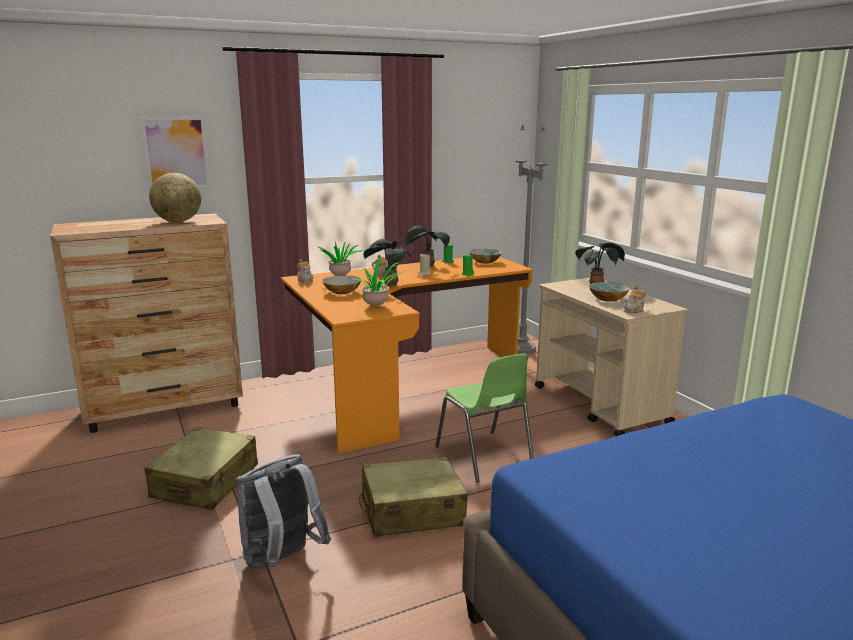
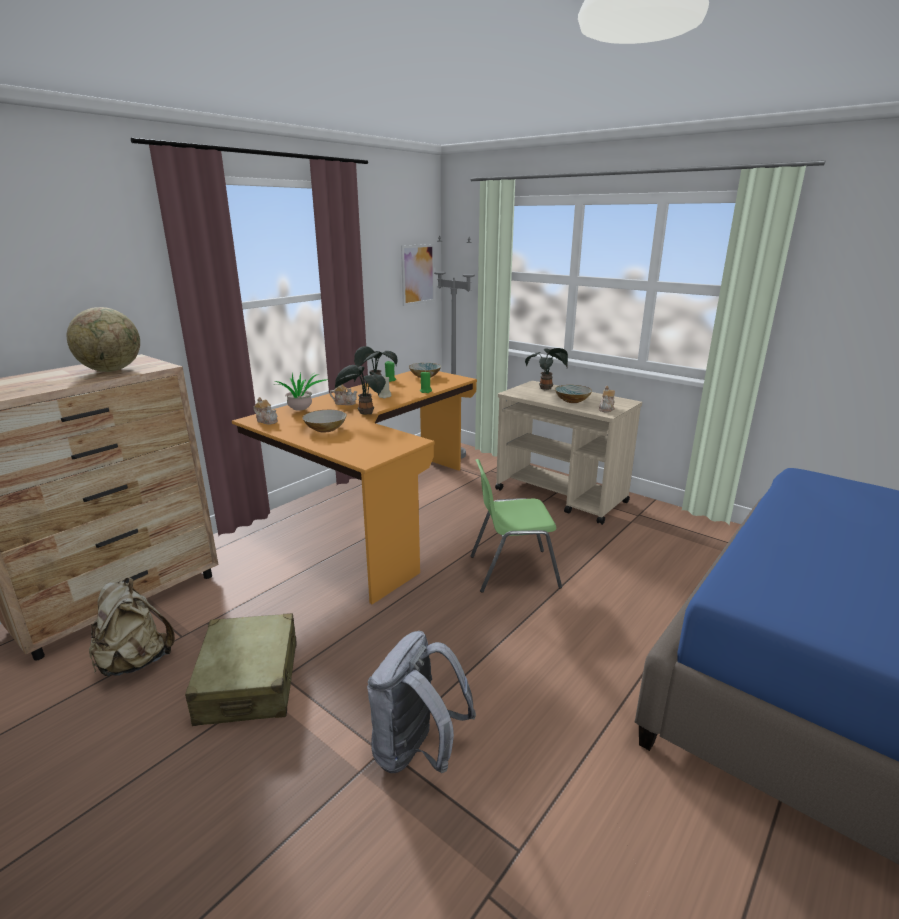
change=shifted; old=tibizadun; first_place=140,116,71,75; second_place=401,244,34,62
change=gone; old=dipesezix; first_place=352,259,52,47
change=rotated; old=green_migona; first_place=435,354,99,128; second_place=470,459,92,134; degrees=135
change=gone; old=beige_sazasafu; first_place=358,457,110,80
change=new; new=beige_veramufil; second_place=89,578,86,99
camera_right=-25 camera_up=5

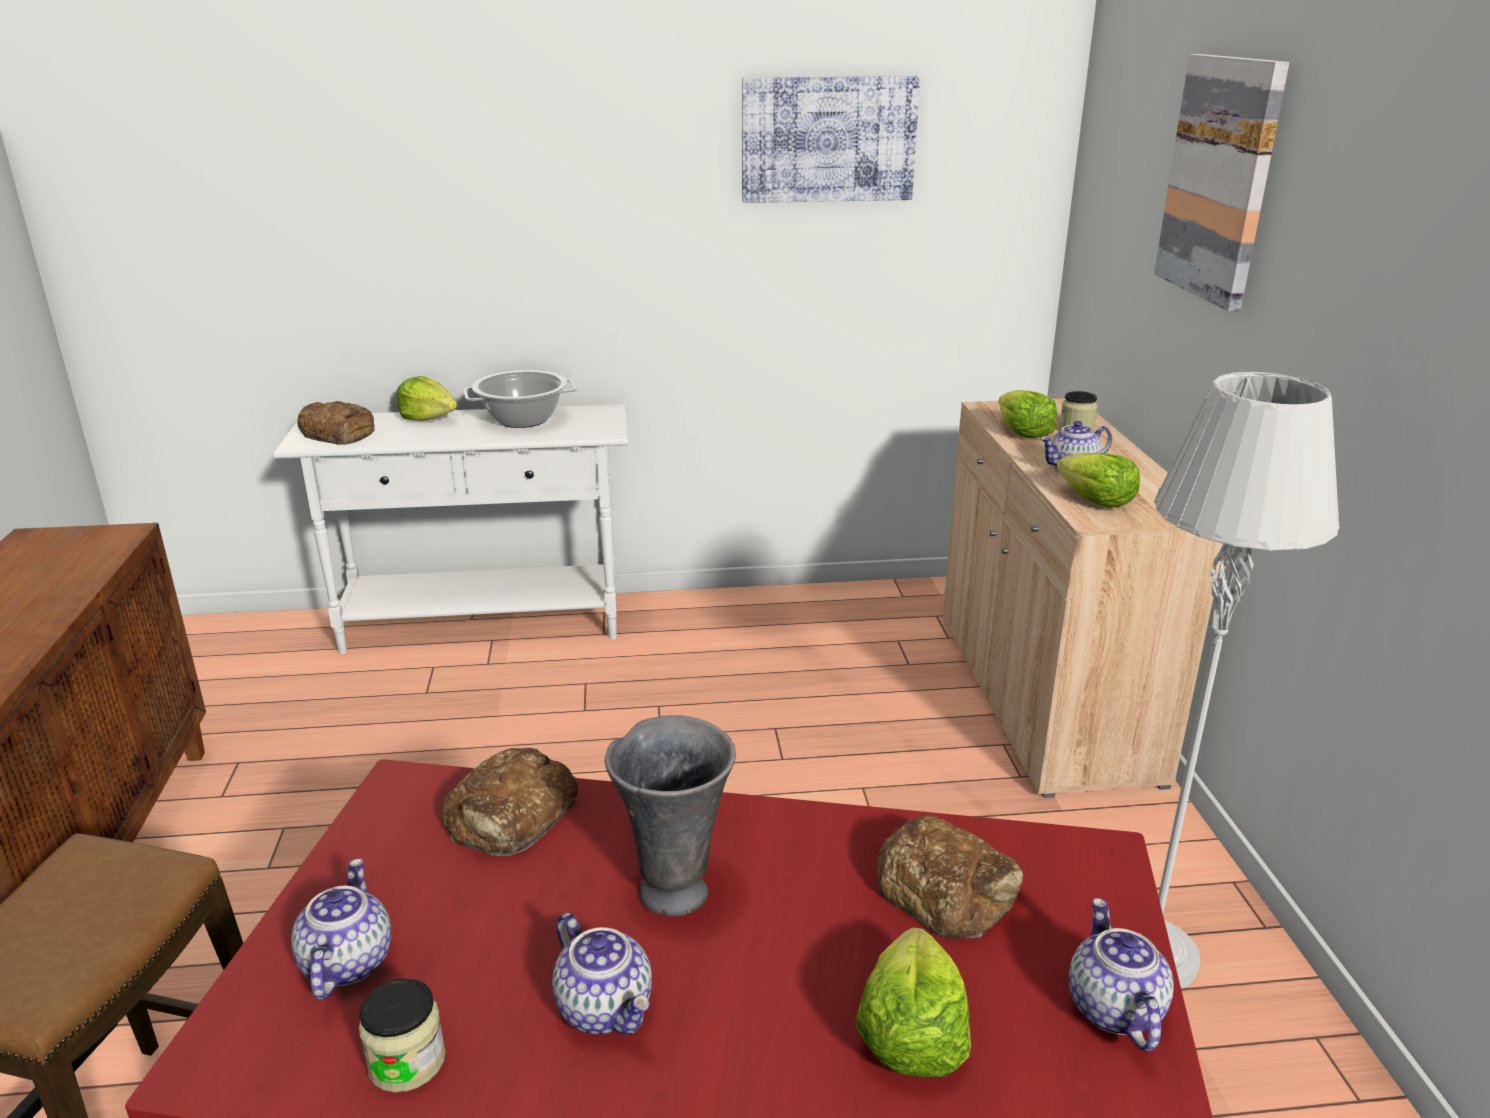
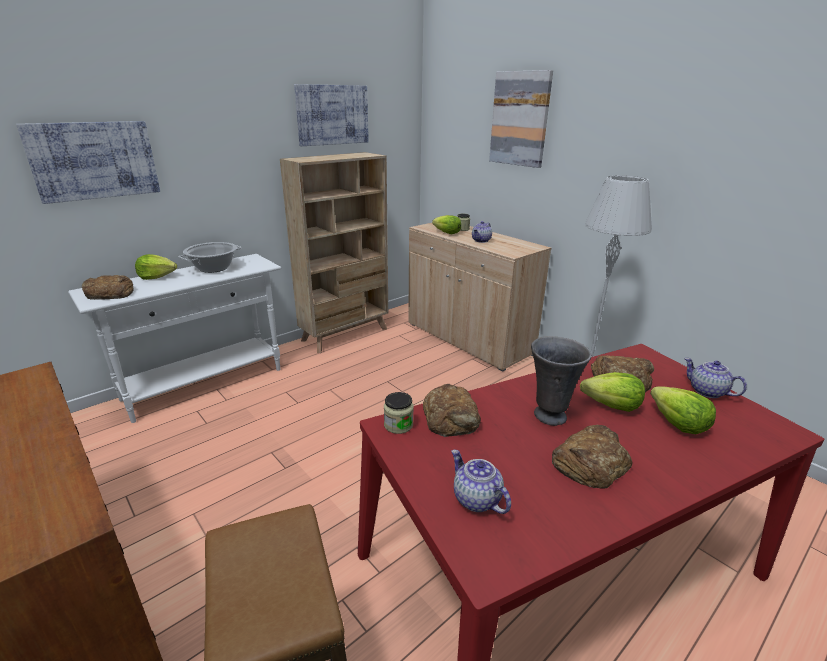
change=shifted; old=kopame; first_place=1056,453,84,55; second_place=580,372,65,40
change=swapped; old=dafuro; new=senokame; first_place=552,913,100,122; second_place=552,425,80,63
change=shifted; old=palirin; first_place=359,979,87,114; second_place=384,392,30,42
change=new; new=tibizadun; second_place=16,121,144,83
change=new; new=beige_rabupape; second_place=280,152,108,201
camera_right=-35 camera_up=0

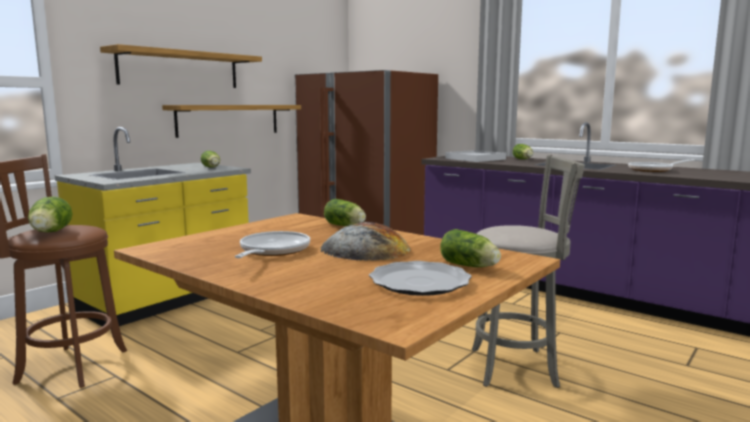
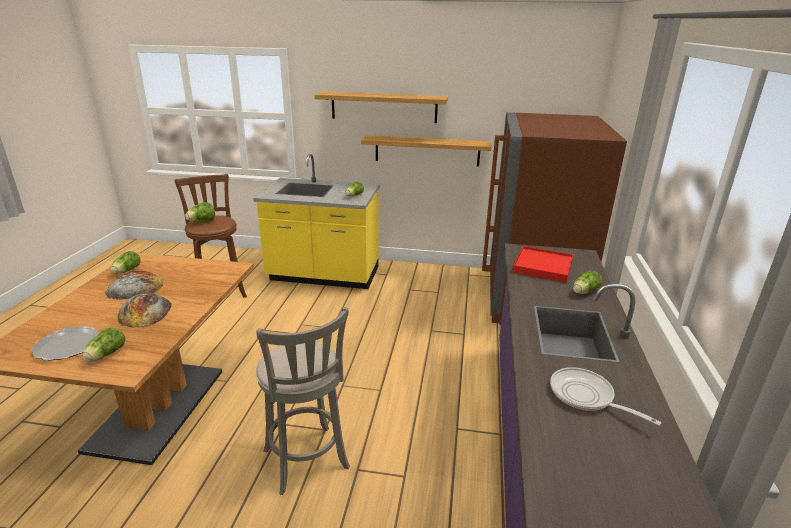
change=repainted; old=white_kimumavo; new=red_kimumavo; first_place=445,150,61,12; second_place=513,246,60,37
change=shifted; old=kopame; first_place=324,199,42,27; second_place=111,251,30,23
change=swapped; old=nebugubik; new=senokame; first_place=235,231,75,27; second_place=105,271,59,29
camera_right=60 camera_up=15

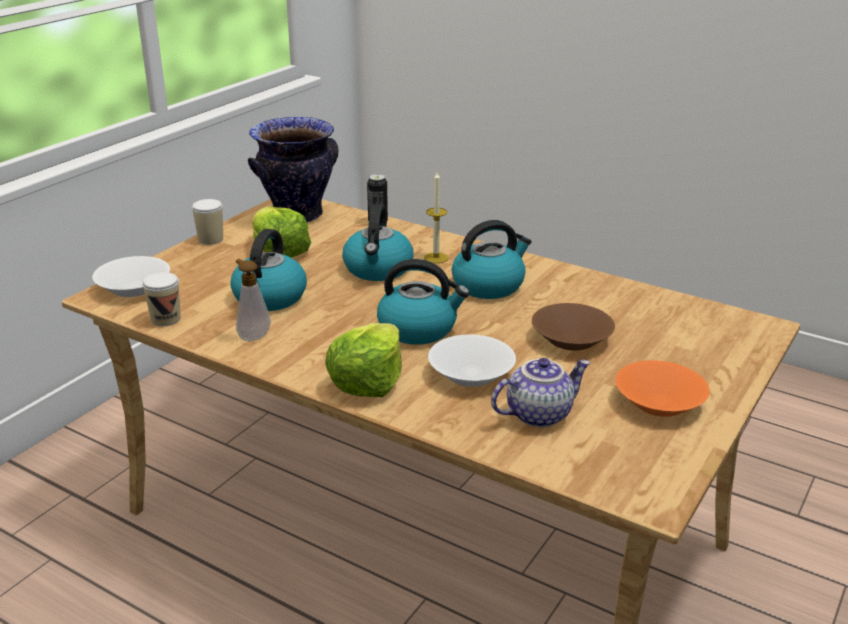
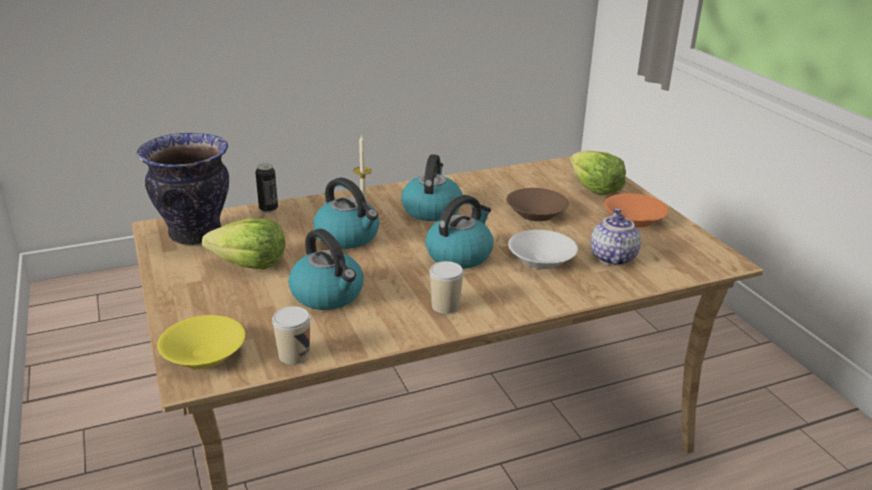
change=shifted; old=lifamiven; first_place=192,199,31,46; second_place=429,261,35,53
change=repainted; old=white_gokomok; new=yellow_gokomok; first_place=92,256,78,41; second_place=157,315,88,54
change=gone; old=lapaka; first_place=236,259,35,82
change=shifted; old=kopame; first_place=325,323,77,74; second_place=570,150,56,45
camera_right=-55 camera_up=0

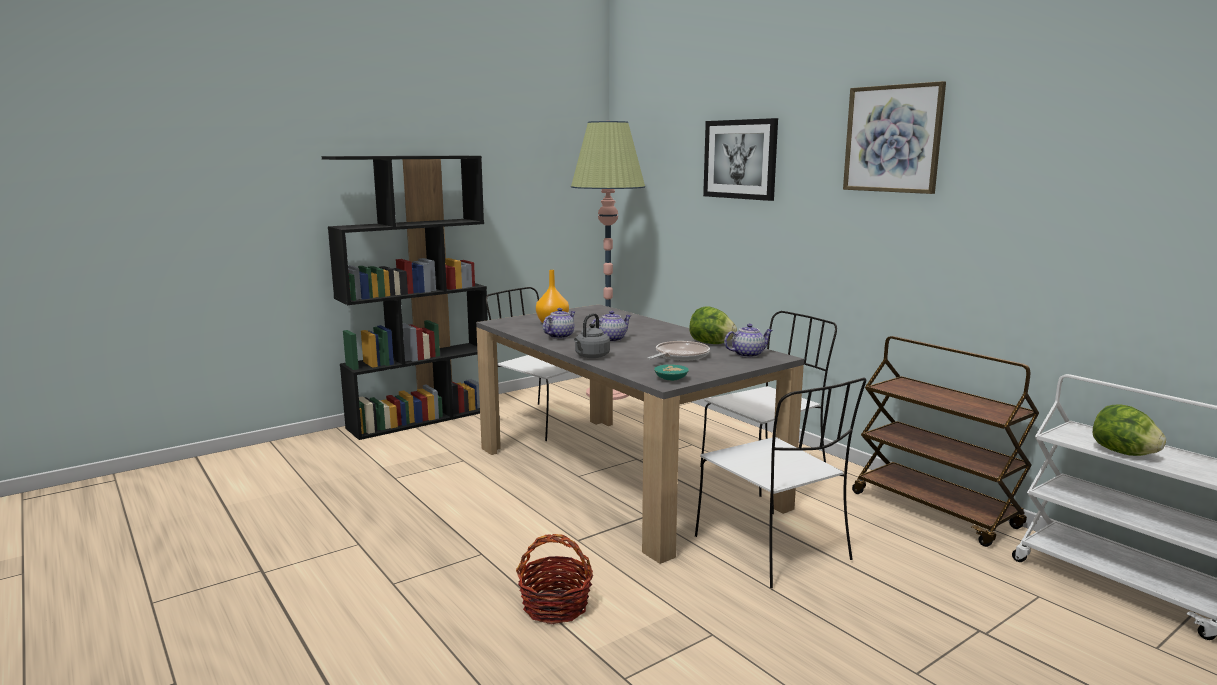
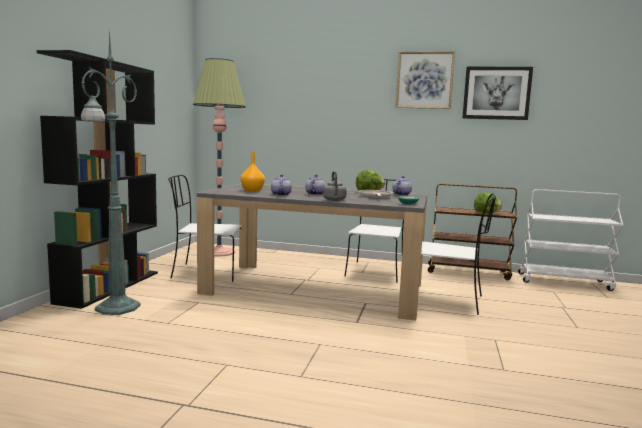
change=shifted; old=tibizadun; first_place=703,118,75,83; second_place=462,67,71,53
change=shifted; old=kopame; first_place=1093,404,73,52; second_place=474,192,28,21
change=gone; old=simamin; first_place=516,534,77,90
change=new; new=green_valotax; second_place=81,30,60,285
camera_right=-40 camera_up=-5

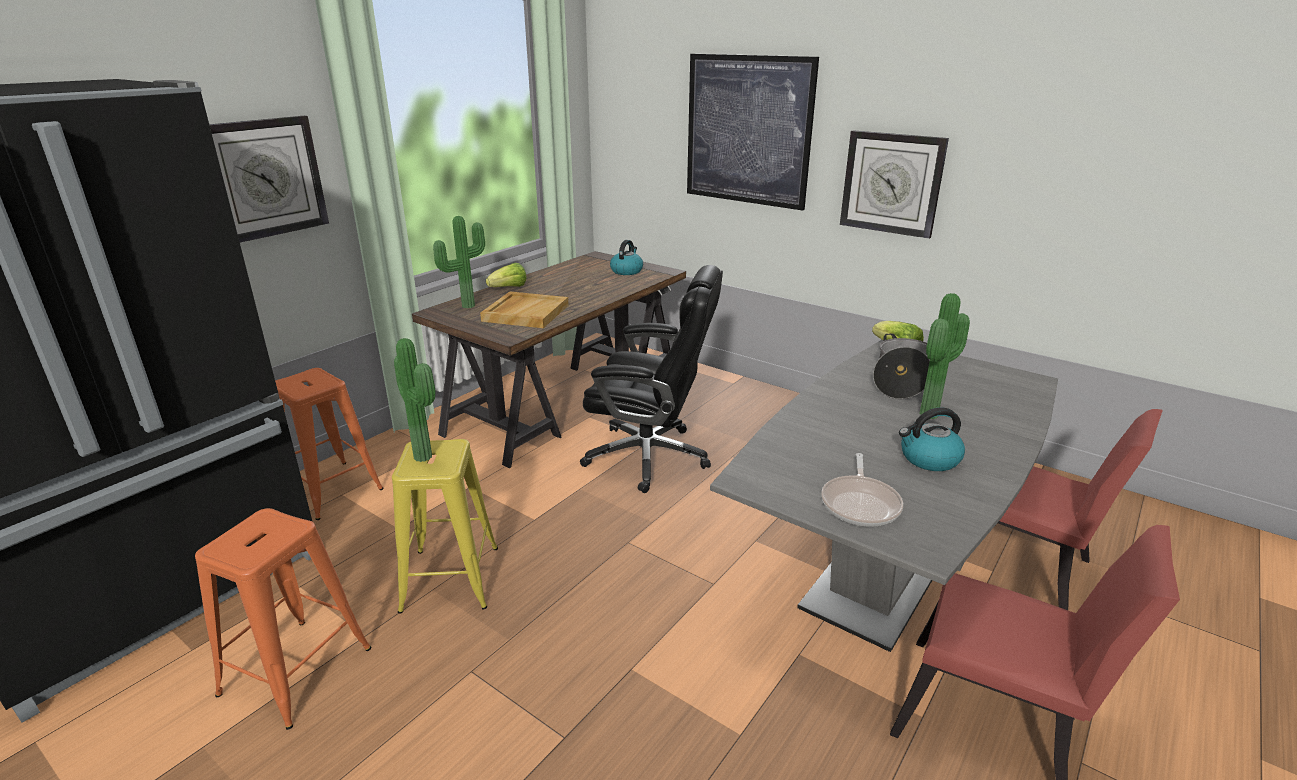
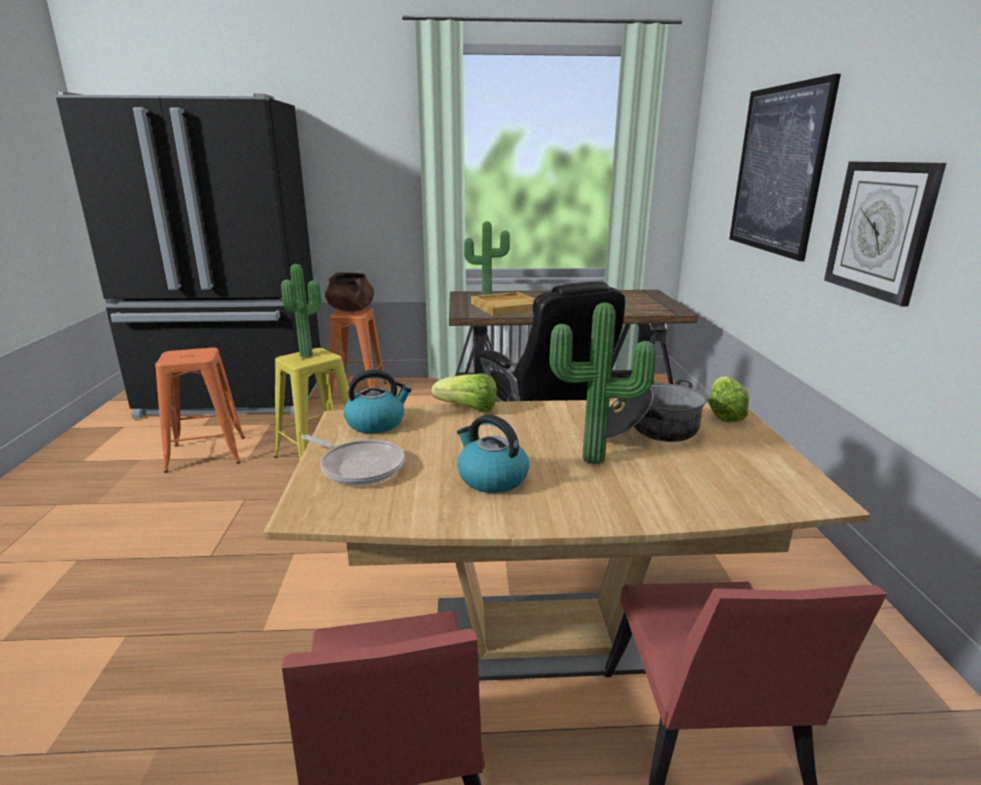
change=gone; old=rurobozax; first_place=209,116,120,127
change=shifted; old=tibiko; first_place=610,240,33,35; second_place=344,370,68,63
change=shifted; old=kopame; first_place=486,263,40,24; second_place=432,374,65,38
change=repainted; old=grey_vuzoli; new=brown_vuzoli; first_place=710,340,348,312; second_place=264,400,606,281
change=rotated; old=nebugubik; first_place=821,453,82,74; second_place=301,435,104,50; degrees=-120
change=new; new=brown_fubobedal; second_place=325,272,49,40
camera_right=50 camera_up=-5

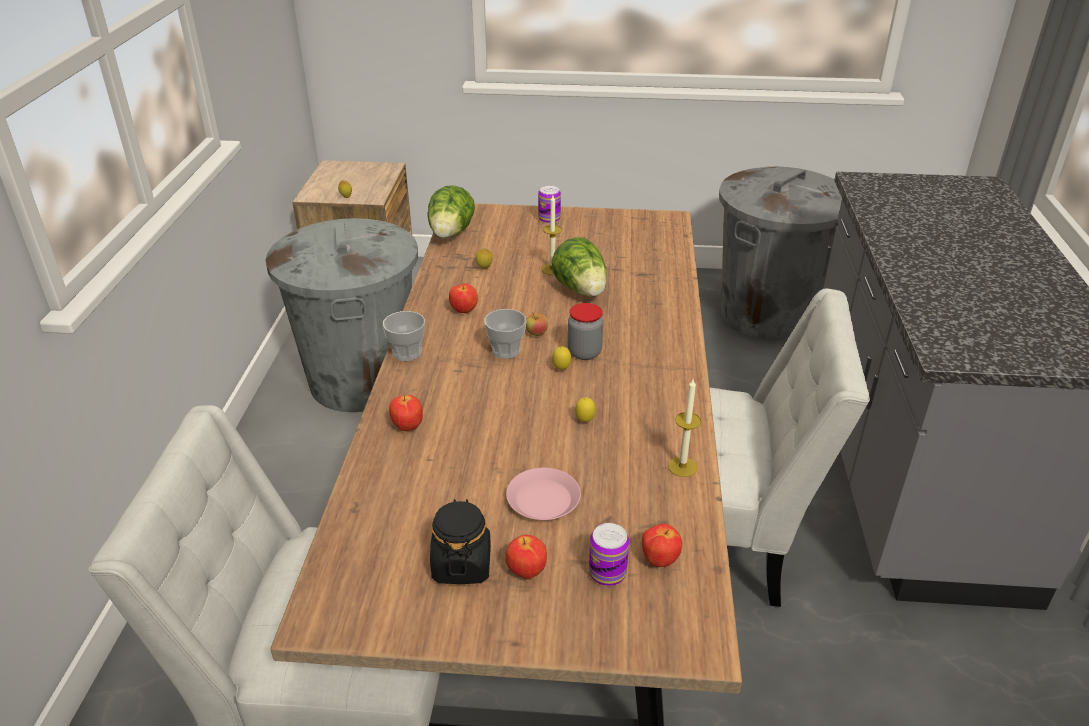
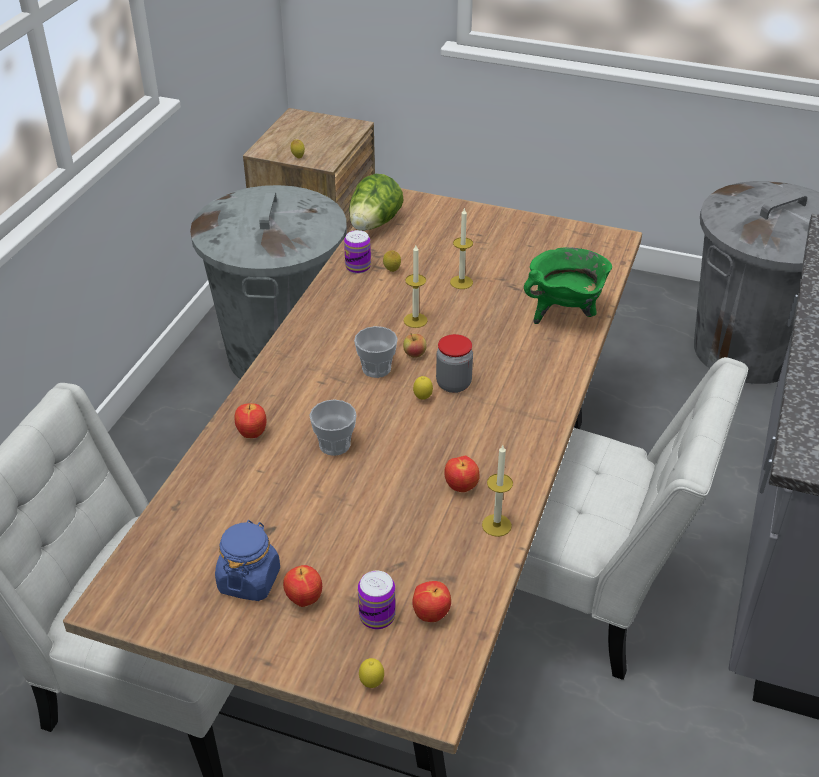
change=shifted; old=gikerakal; first_place=538,186,23,37; second_place=344,230,27,44
change=gone; old=kopame; first_place=552,237,55,59
change=shifted; old=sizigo; first_place=449,283,29,30; second_place=444,455,36,37
change=shifted; old=lifamiven; first_place=383,311,42,50; second_place=309,400,48,56
change=shifted; old=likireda; first_place=575,397,21,25; second_place=359,658,25,30
change=gone; old=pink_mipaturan; first_place=506,468,75,52
change=repainted; old=black_palirin; new=blue_palirin; first_place=430,499,61,85; second_place=215,520,65,81
change=new; new=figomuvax; second_place=403,245,25,83
change=new; new=green_fubobedal; second_place=524,247,88,77
camera_right=15 camera_up=5

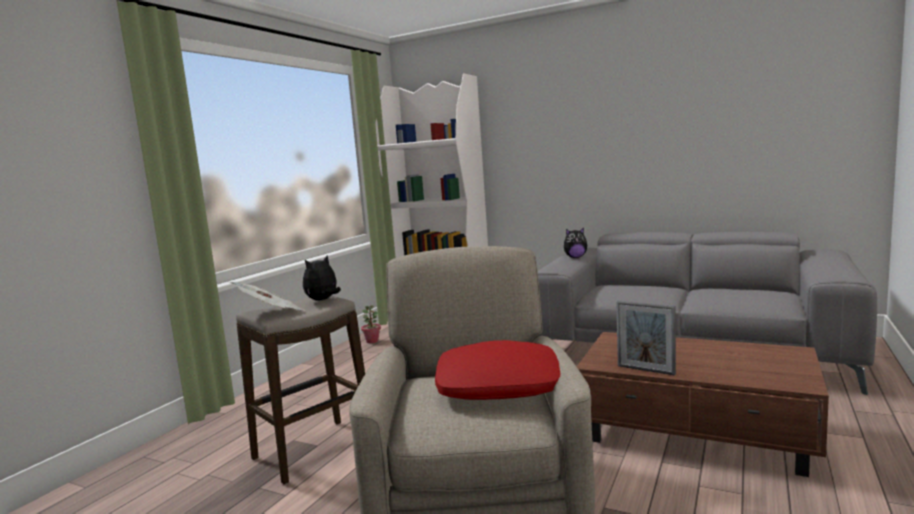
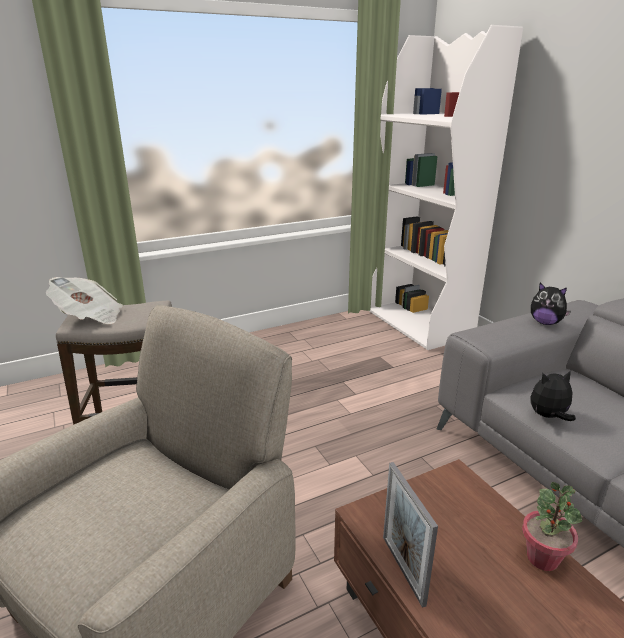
change=shifted; old=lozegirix; first_place=303,255,38,46; second_place=530,370,46,51
change=shifted; old=dipesezix; first_place=361,305,20,38; second_place=522,482,60,89
change=gone; old=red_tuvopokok; first_place=435,340,125,60
camera_right=35 camera_up=15

